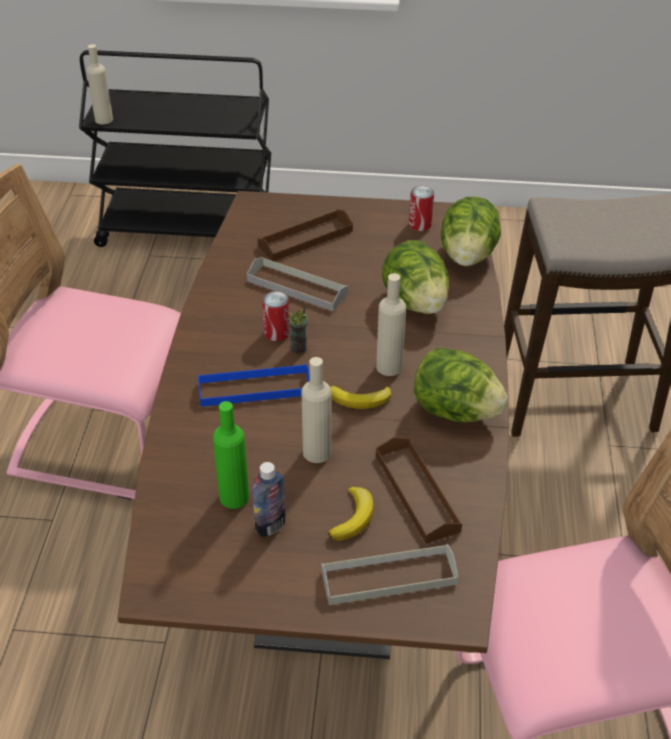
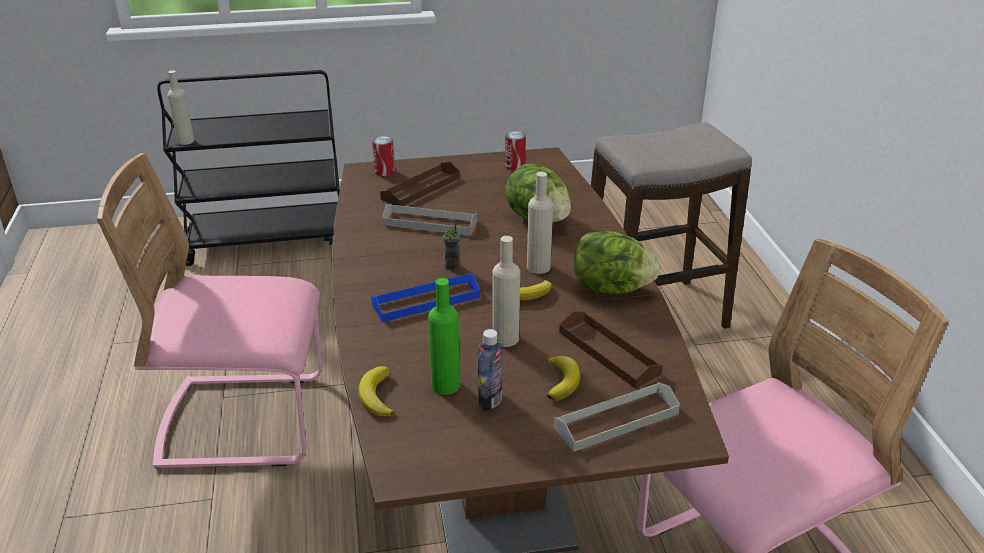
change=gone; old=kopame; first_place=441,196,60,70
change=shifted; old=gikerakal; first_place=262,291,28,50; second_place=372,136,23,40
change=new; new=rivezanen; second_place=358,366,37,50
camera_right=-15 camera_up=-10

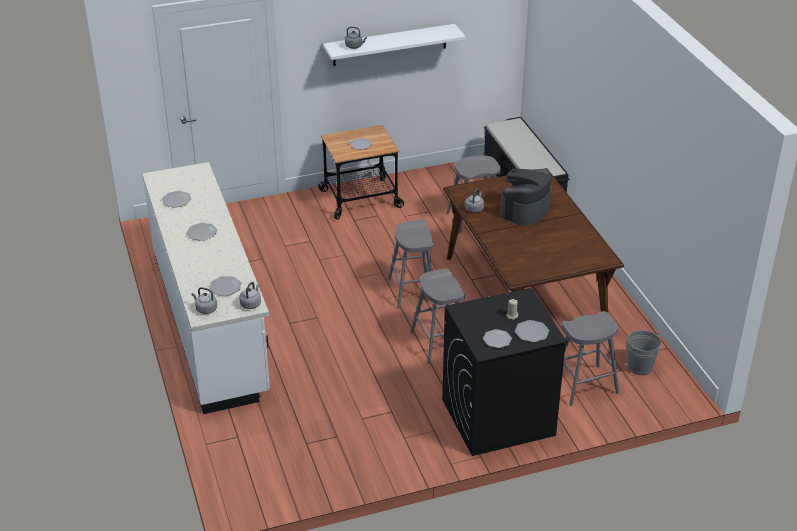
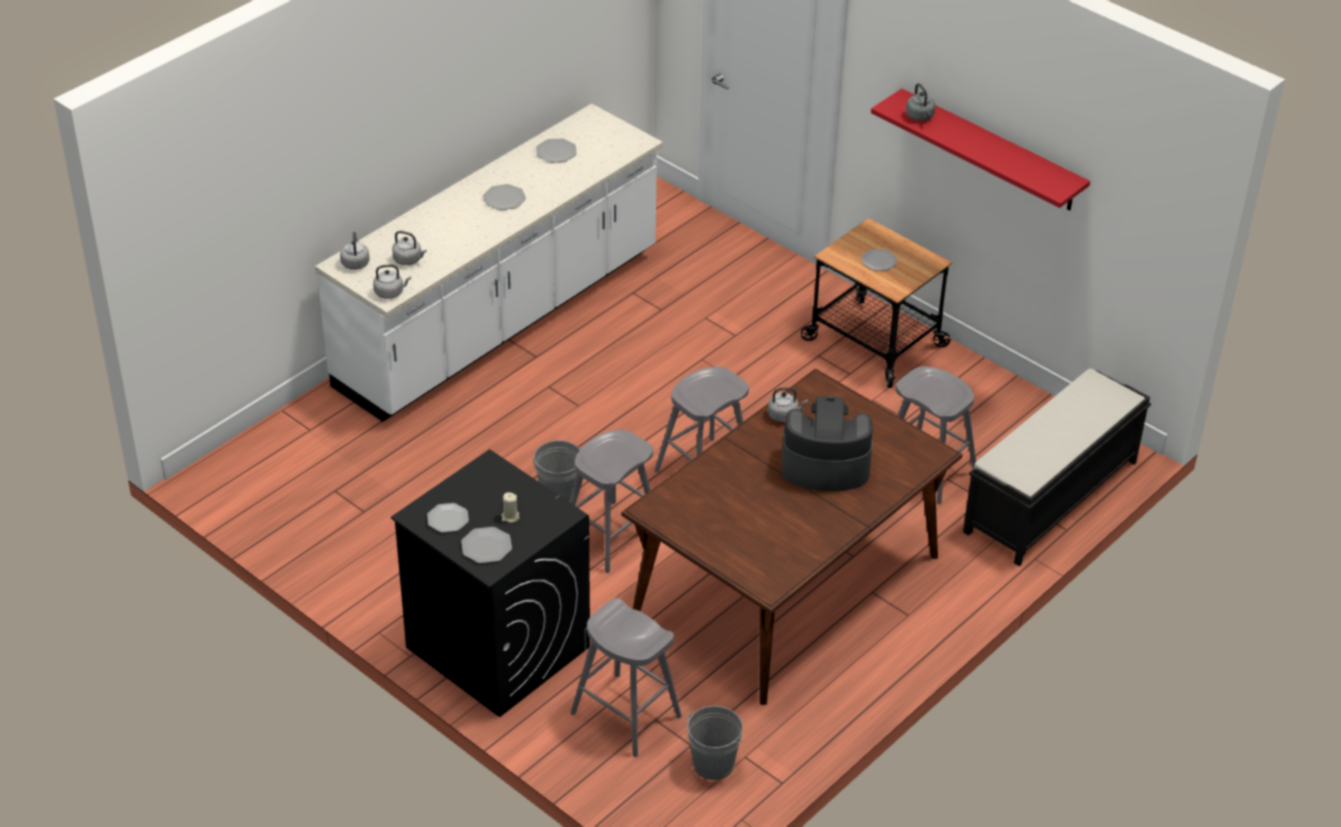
change=repainted; old=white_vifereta; new=red_vifereta; first_place=323,24,143,42; second_place=871,89,219,121
change=swapped; old=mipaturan; new=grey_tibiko; first_place=209,276,32,20; second_place=392,231,35,34
change=new; new=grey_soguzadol; second_place=532,440,48,62
camera_right=60 camera_up=5

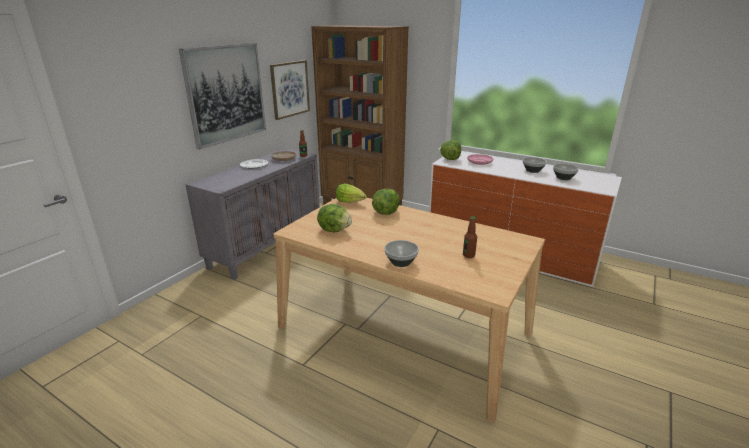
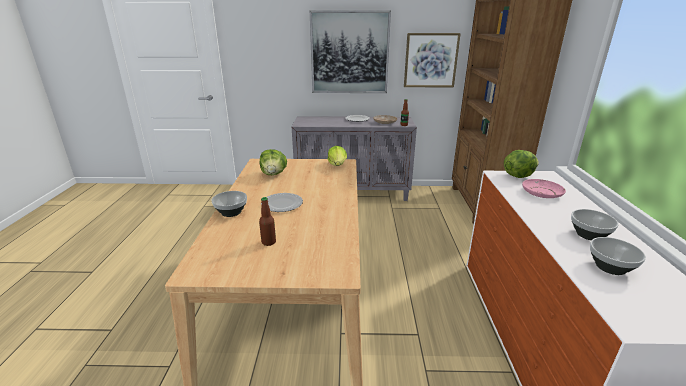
change=gone; old=kopame; first_place=372,189,28,26
change=new; new=mipaturan; second_place=261,193,42,19
camera_right=60 camera_up=0

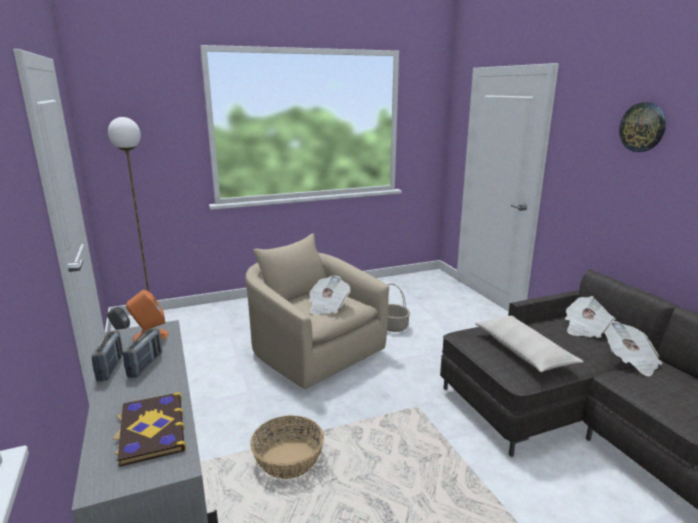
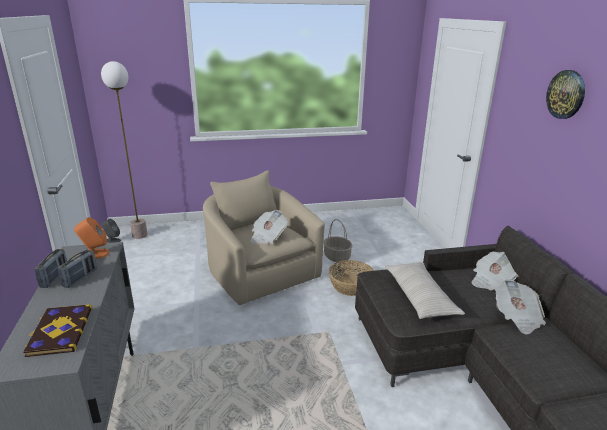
change=shifted; old=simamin; first_place=250,415,74,64; second_place=328,260,46,36
camera_right=10 camera_up=5

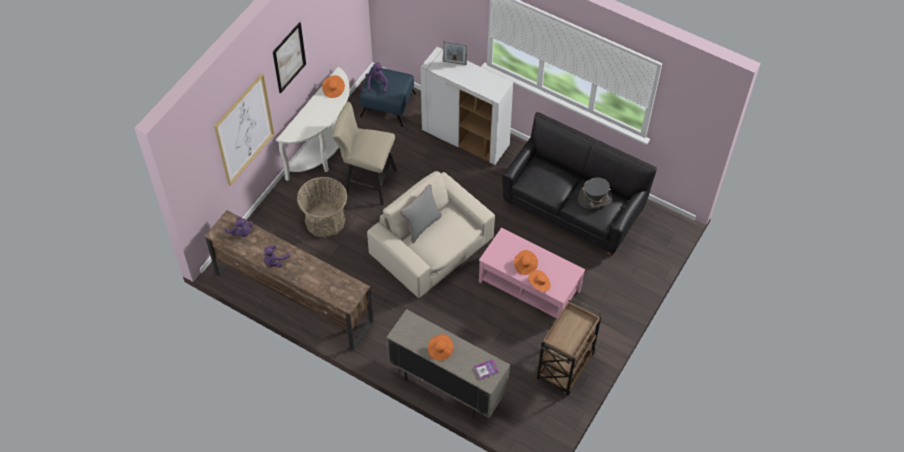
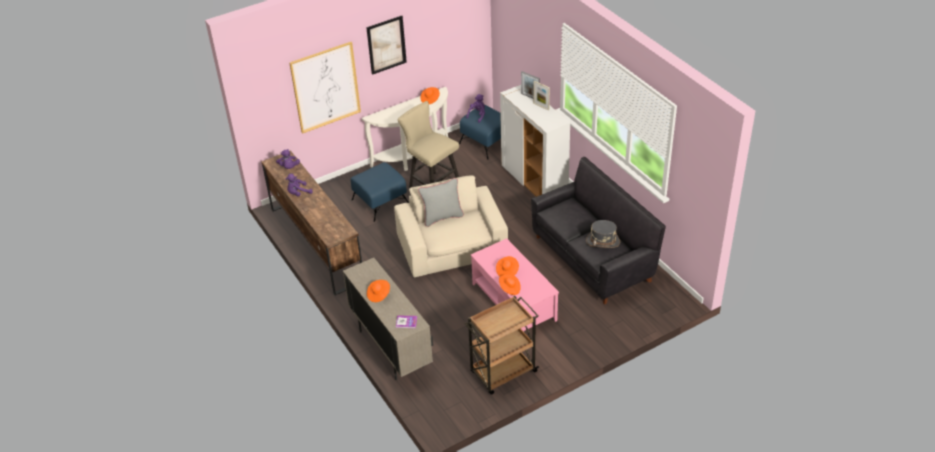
change=swapped; old=simamin; new=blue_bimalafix; first_place=297,177,50,61; second_place=351,162,58,60
change=new; new=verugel; second_place=533,81,17,30
camera_right=30 camera_up=-15

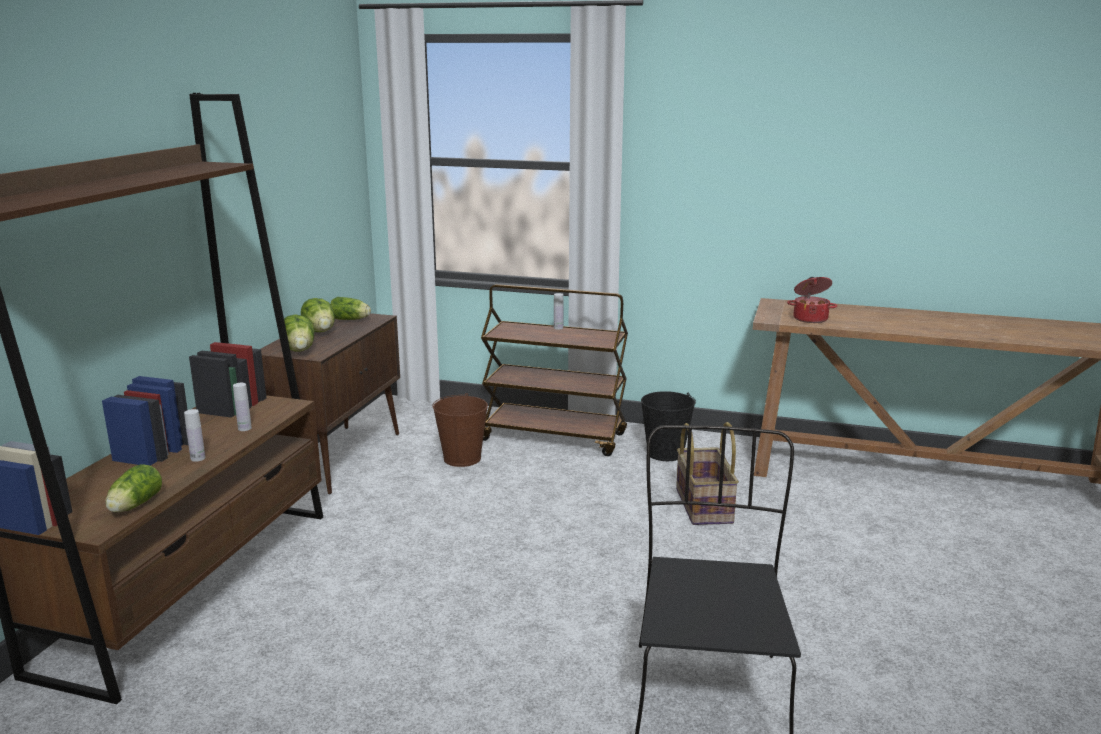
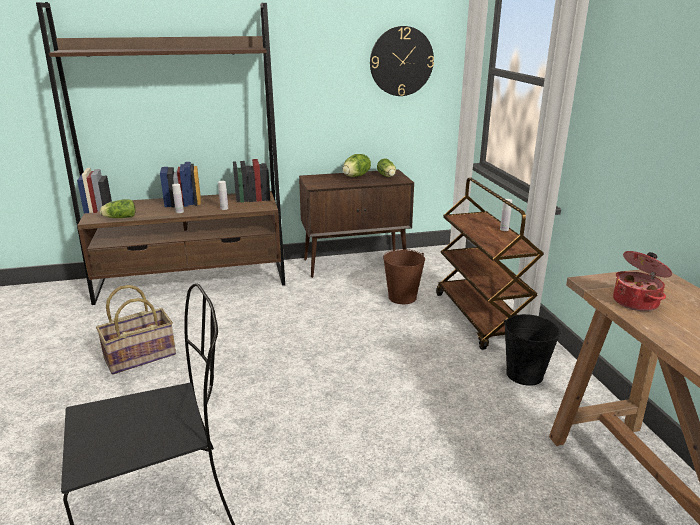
change=gone; old=kopame; first_place=284,314,30,38
change=shifted; old=simamin; first_place=676,422,63,103; second_place=96,285,80,90
change=new; new=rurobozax; second_place=370,26,64,70
camera_right=60 camera_up=5

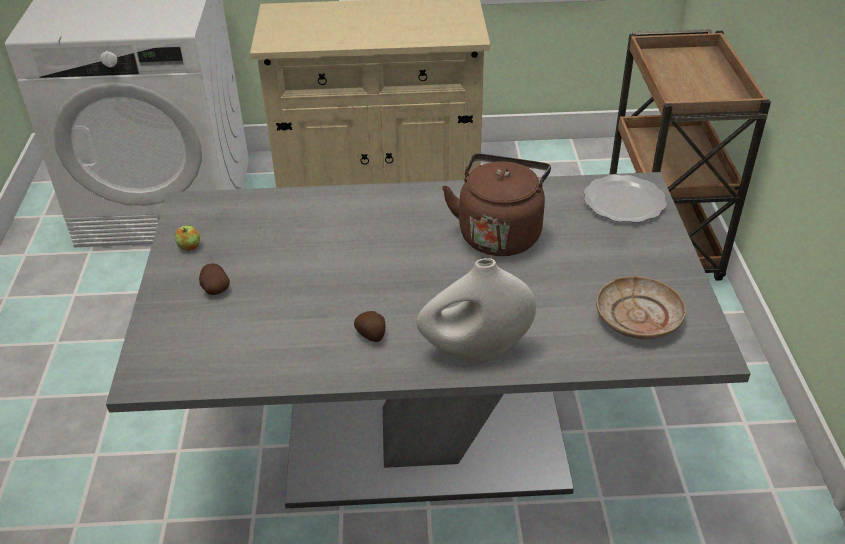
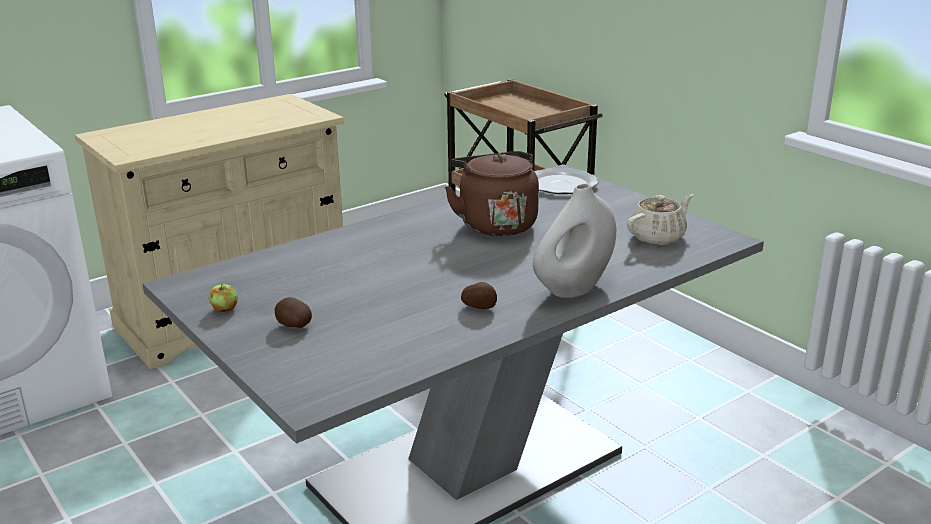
change=swapped; old=beige_mipaturan; new=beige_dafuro; first_place=596,276,90,63; second_place=627,194,66,51
camera_right=-35 camera_up=-15

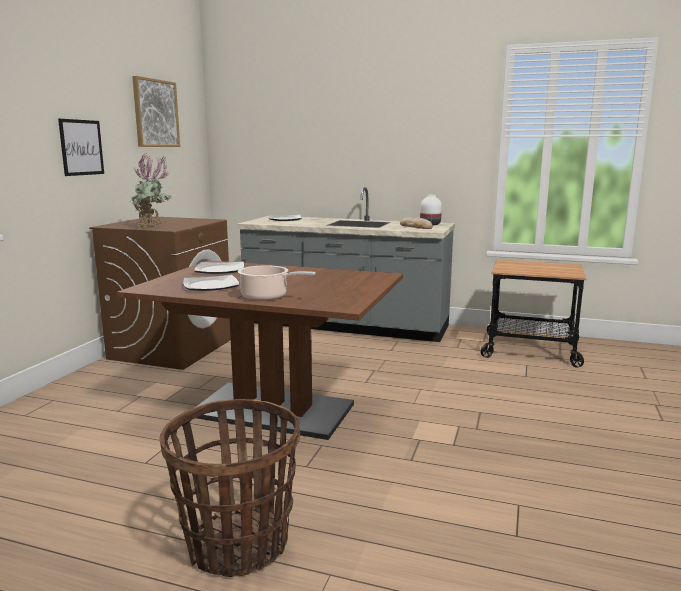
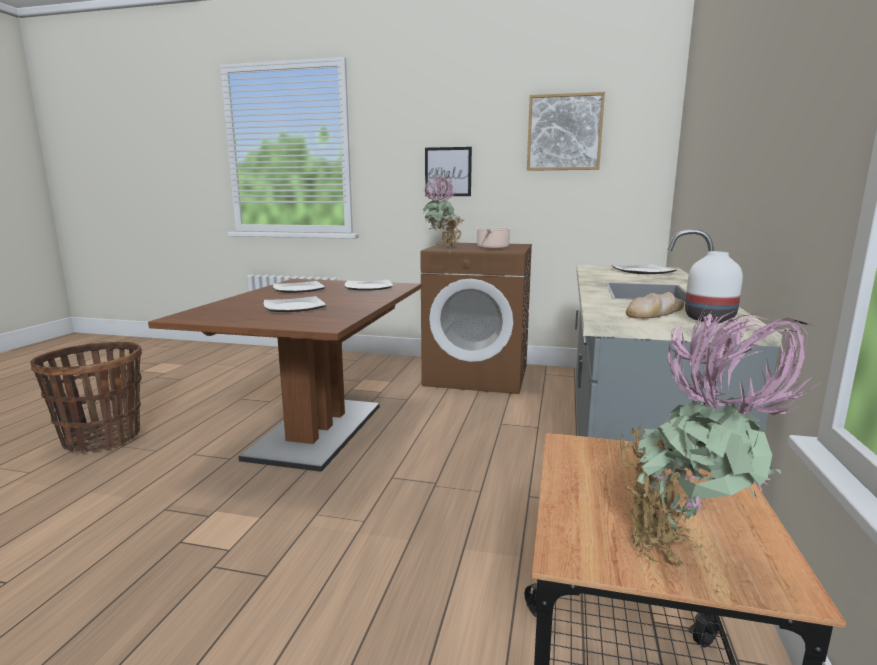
change=shifted; old=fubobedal; first_place=238,265,78,36; second_place=476,228,35,21
change=new; new=mipaturan; second_place=264,296,62,16
change=new; new=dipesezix; second_place=620,306,201,261
camera_right=85 camera_up=0

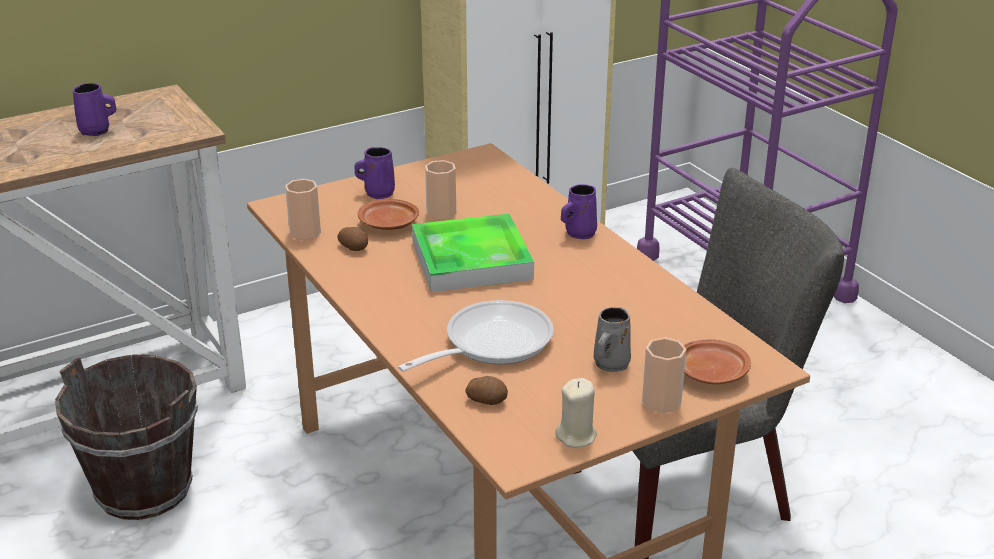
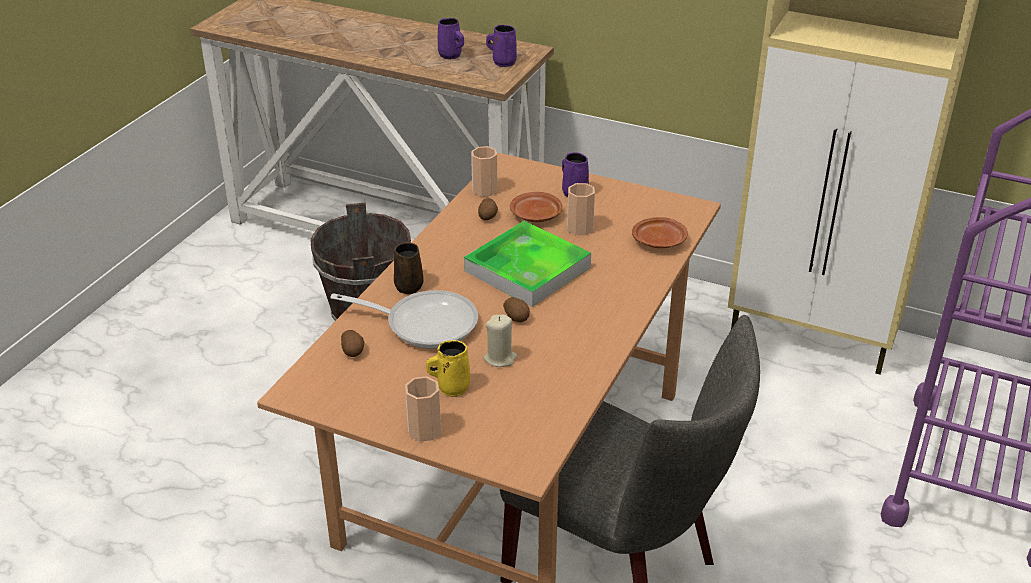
change=shifted; old=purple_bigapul; first_place=561,184,36,55; second_place=486,25,31,42
change=repainted; old=grey_bigapul; new=yellow_bigapul; first_place=594,307,37,65; second_place=426,340,44,57
change=shifted; old=brown_mipaturan; first_place=684,339,67,45; second_place=632,217,56,31
change=shifted; old=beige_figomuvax; first_place=555,378,42,69; second_place=484,315,33,52
change=new; new=brown_bigapul; second_place=394,242,29,52
change=new; new=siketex; second_place=503,297,27,25
camera_right=55 camera_up=5

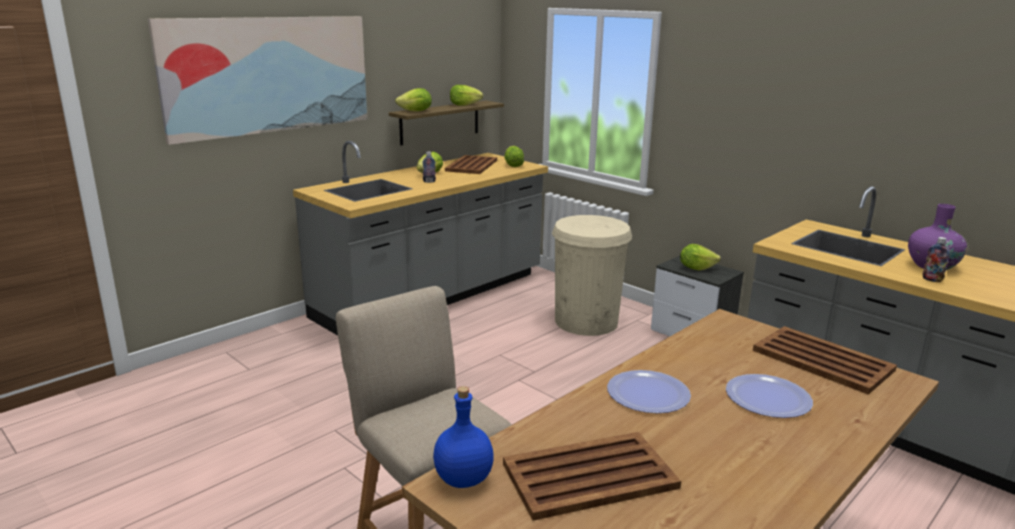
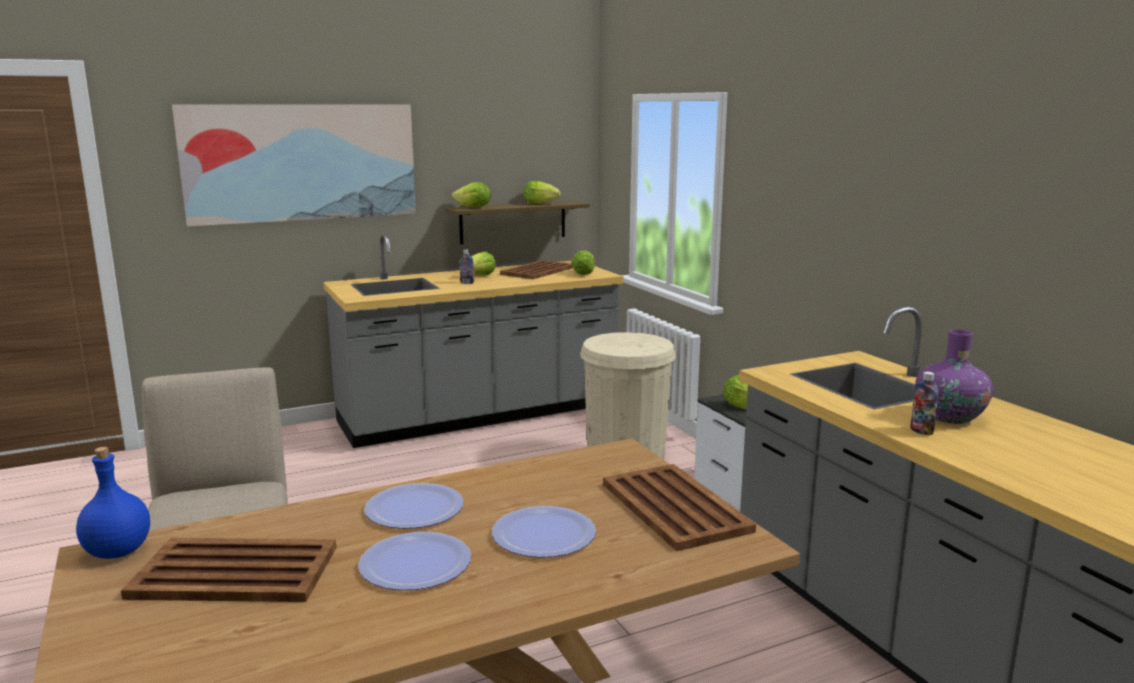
change=new; new=mipaturan; second_place=358,532,113,58
camera_right=20 camera_up=-5

